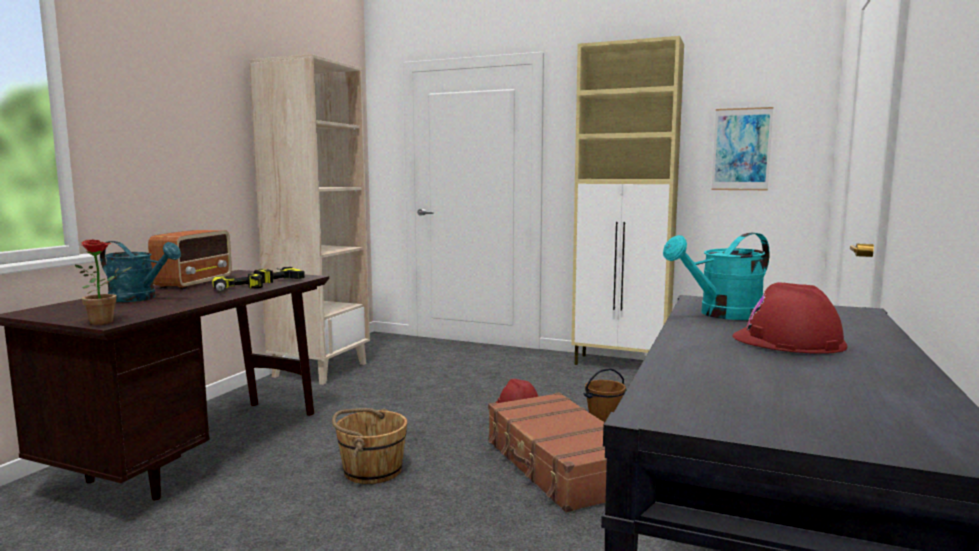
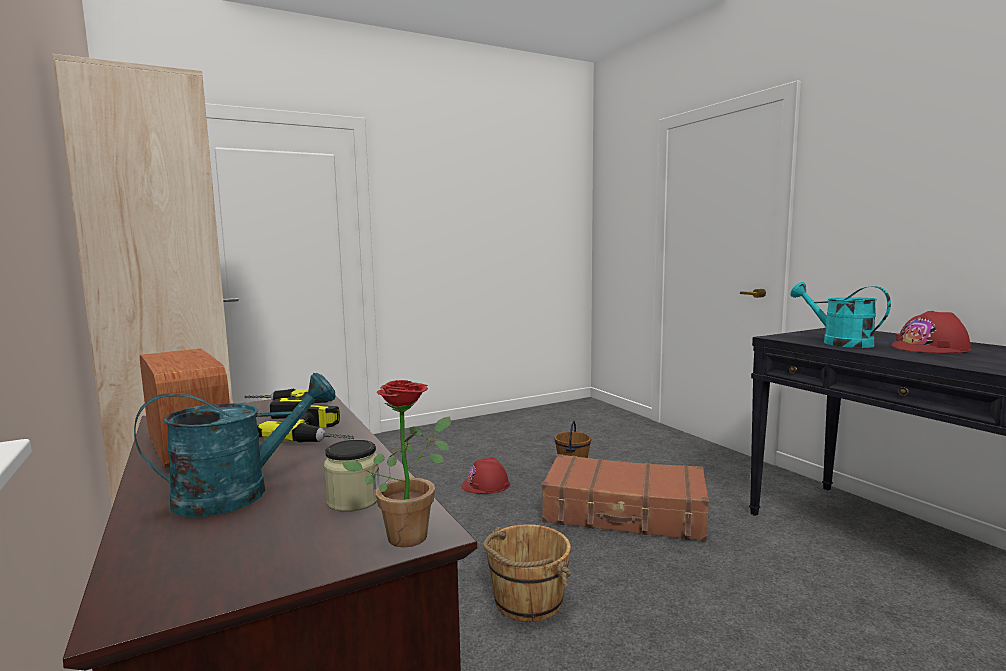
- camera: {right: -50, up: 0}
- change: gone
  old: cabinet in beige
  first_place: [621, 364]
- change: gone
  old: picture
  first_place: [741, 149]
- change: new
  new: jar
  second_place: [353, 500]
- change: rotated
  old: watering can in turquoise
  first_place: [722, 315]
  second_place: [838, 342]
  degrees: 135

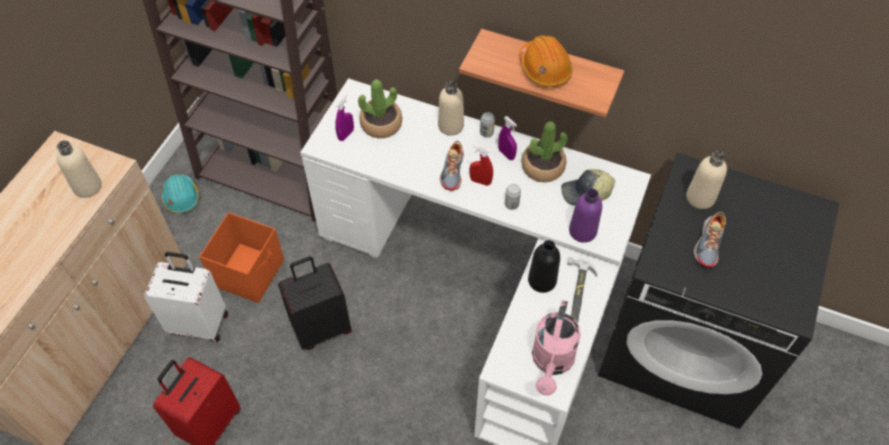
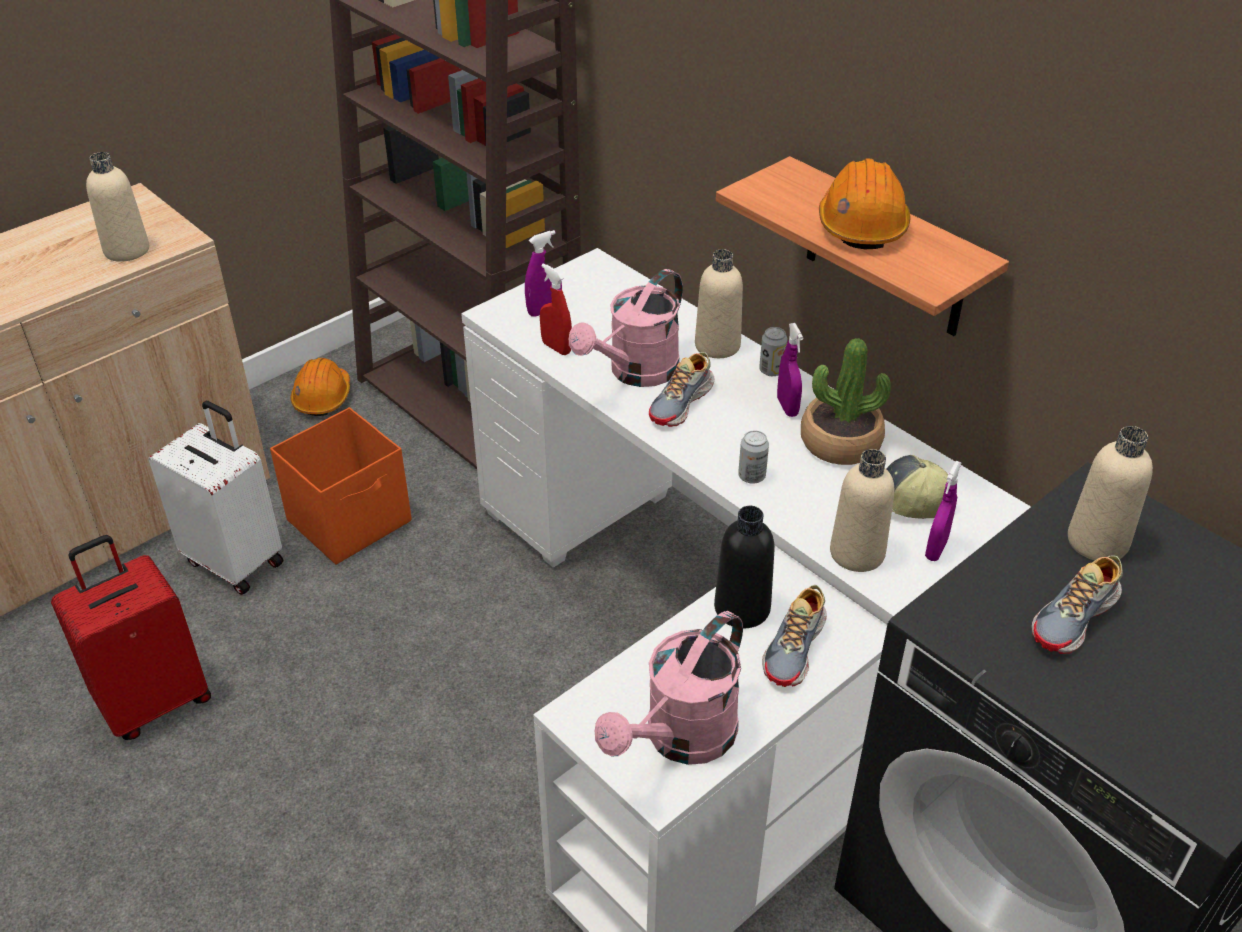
- camera: {right: 25, up: -15}
- change: gone
  old: suitcase in black
  first_place: [321, 327]
- change: gone
  old: potted plant
  first_place: [381, 124]
- change: new
  new: watering can in pink
  second_place: [635, 373]
- change: new
  new: spray bottle in purple
  second_place: [936, 549]
- change: shifted
  old: spray bottle in red
  first_place: [480, 181]
  second_place: [556, 348]
- change: swapped
  old: hammer
  new: shoe
  first_place: [577, 292]
  second_place: [796, 648]
- change: repainted
  old: hard hat in turquoise
  new: hard hat in orange
  first_place: [181, 197]
  second_place: [322, 397]
- change: repainted
  old: bottle in purple
  new: bottle in beige
  first_place: [582, 231]
  second_place: [857, 553]

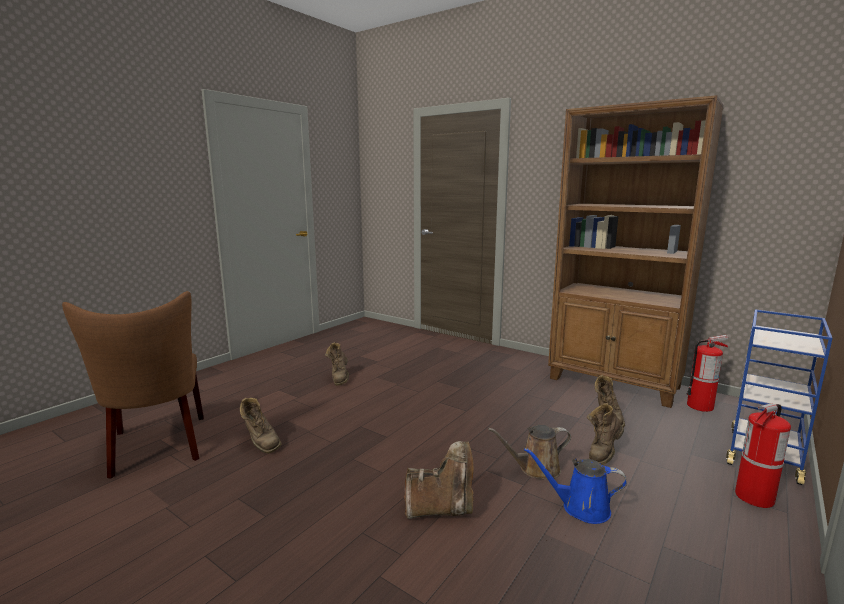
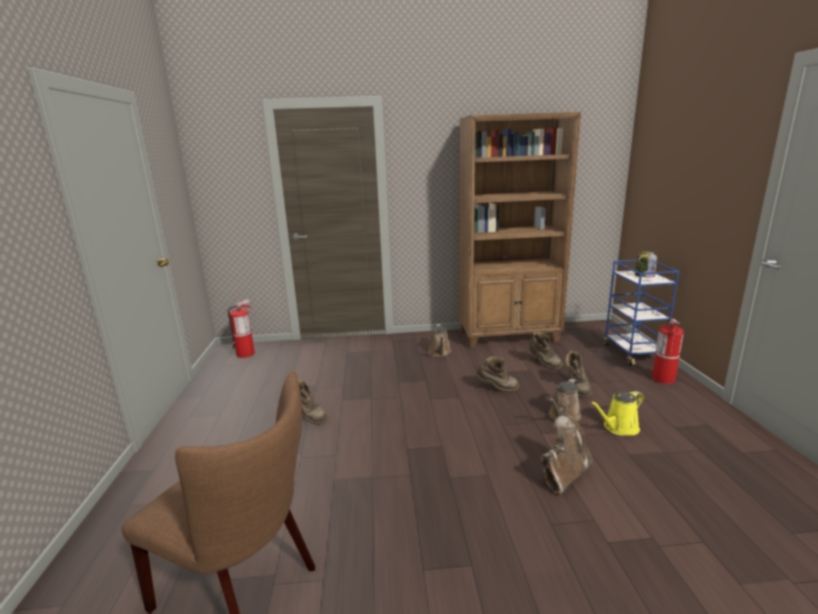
- camera: {right: -40, up: 5}
- change: new
  new: watering can in brown
  second_place: [440, 353]
- change: new
  new: jar
  second_place: [644, 276]
- change: shifted
  old: boot in brown
  first_place: [261, 443]
  second_place: [497, 389]
- change: shifted
  old: fire extinguisher
  first_place: [700, 406]
  second_place: [246, 354]
- change: repainted
  old: watering can in blue
  new: watering can in yellow
  first_place: [580, 508]
  second_place: [618, 428]

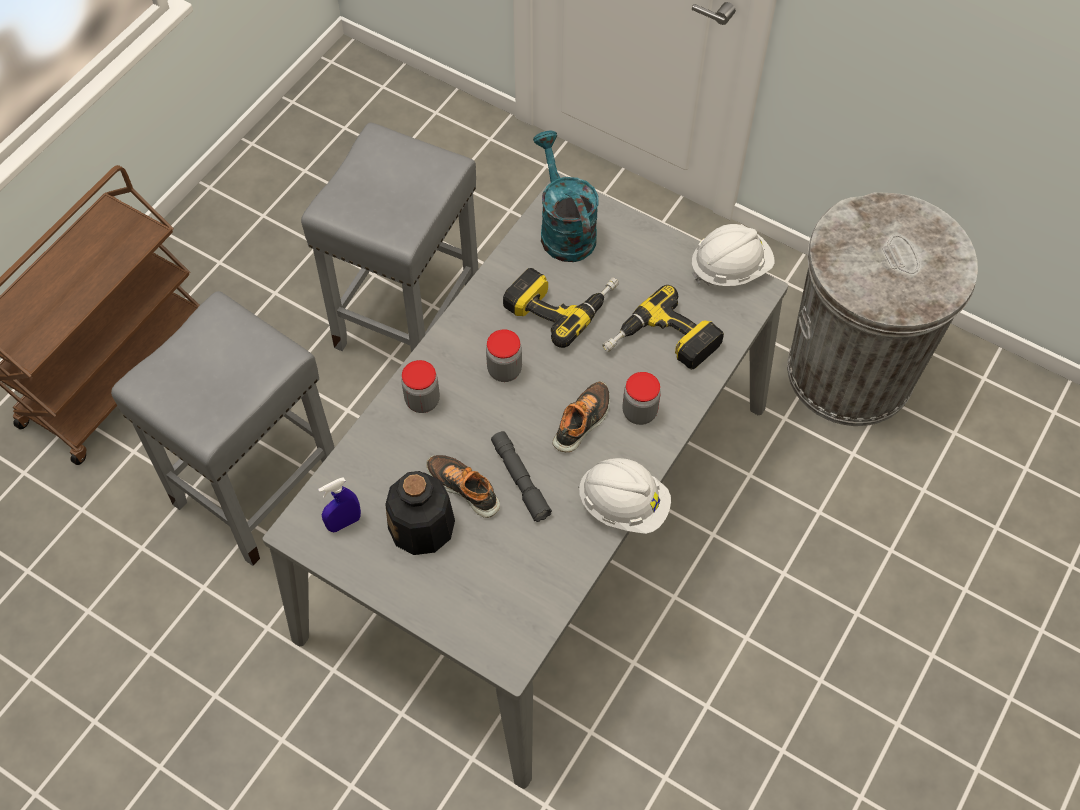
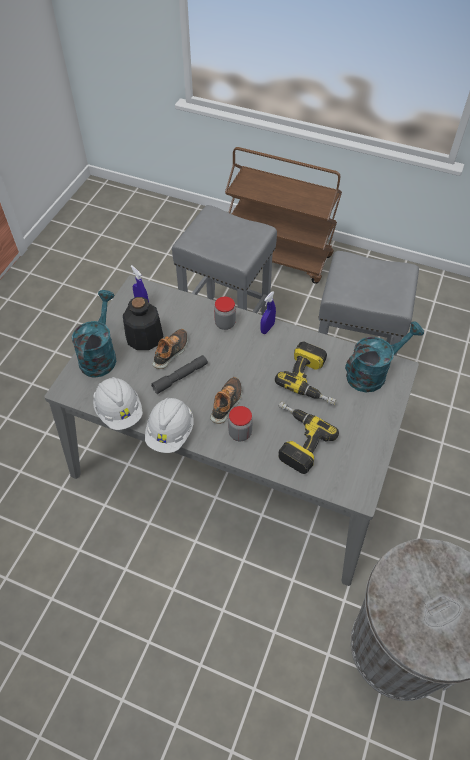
- camera: {right: 80, up: -5}
- change: gone
  old: jar
  first_place: [504, 370]
- change: new
  new: watering can in turquoise
  second_place: [100, 355]
- change: new
  new: spray bottle in blue
  second_place: [267, 328]
- change: shifted
  old: hard hat in white
  first_place: [730, 268]
  second_place: [119, 411]
- change: rotated
  old: shoe
  first_place: [582, 421]
  second_place: [227, 403]
  degrees: -90

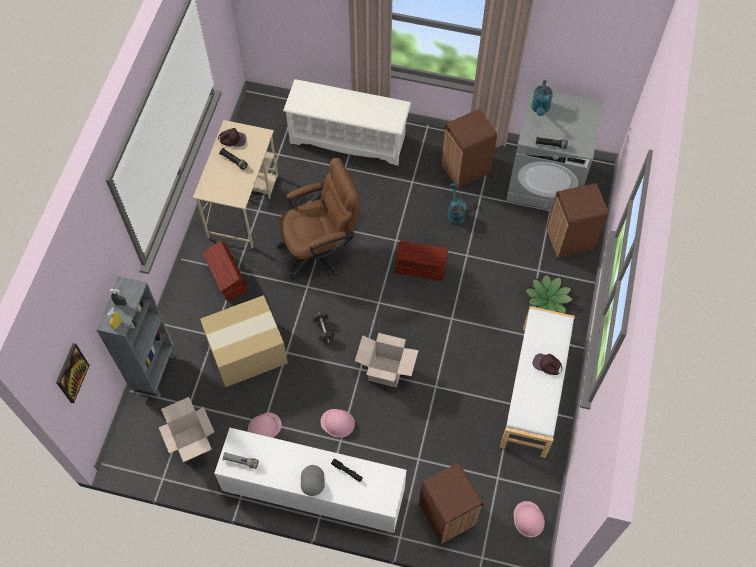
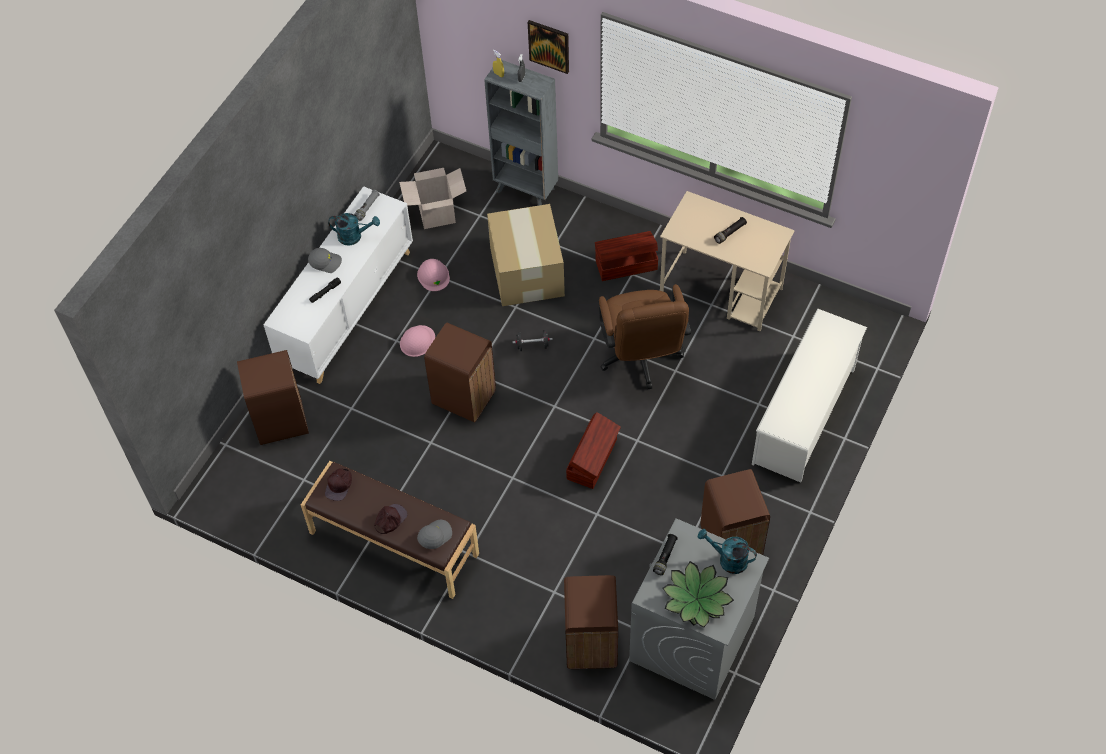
- camera: {right: 105, up: -5}
- change: gone
  old: hard hat in pink
  first_place: [528, 519]
- change: new
  new: cap in grey
  second_place: [434, 535]
- change: shifted
  old: picture
  first_place: [71, 373]
  second_place: [549, 46]
- change: shifted
  old: cap in brown
  first_place: [232, 139]
  second_place: [339, 485]
- change: shifted
  old: watering can in turquoise
  first_place: [455, 213]
  second_place: [354, 236]
- change: shifted
  old: potted plant
  first_place: [548, 299]
  second_place: [696, 599]
- change: swapped
  old: cardboard box
  new: trash can in brown
  first_place: [386, 371]
  second_place: [464, 397]
- change: repainted
  old: bench in white
  new: bench in brown
  first_place: [534, 390]
  second_place: [393, 544]

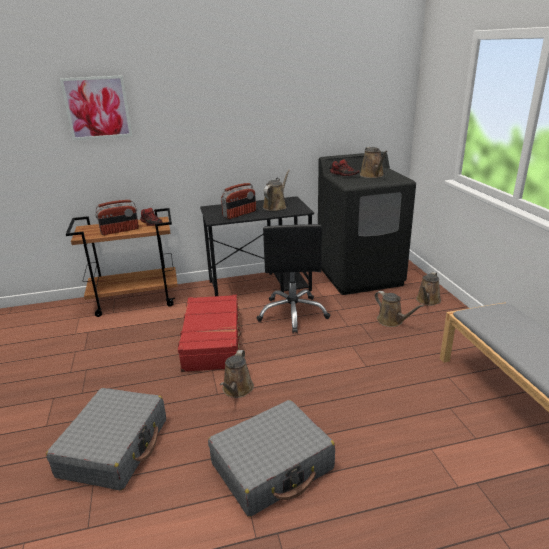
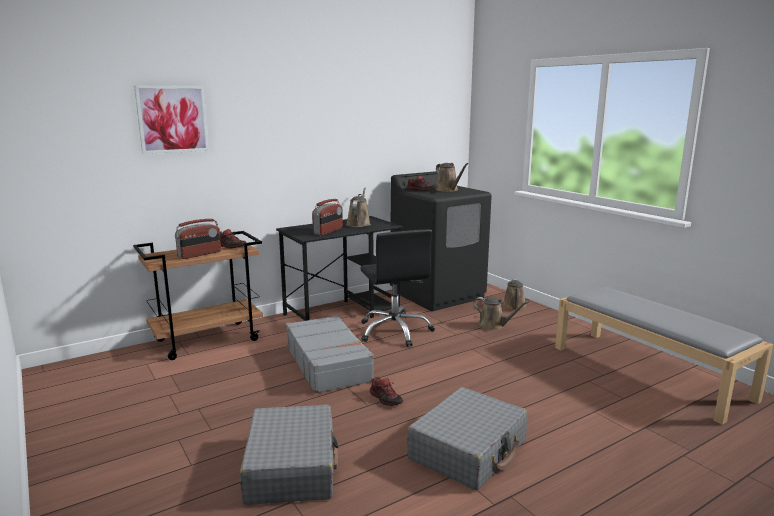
- camera: {right: -20, up: -10}
- change: swapped
  old: watering can in brown
  new: shoe
  first_place: [237, 390]
  second_place: [386, 399]
- change: repainted
  old: suitcase in red
  new: suitcase in grey
  first_place: [213, 341]
  second_place: [328, 363]

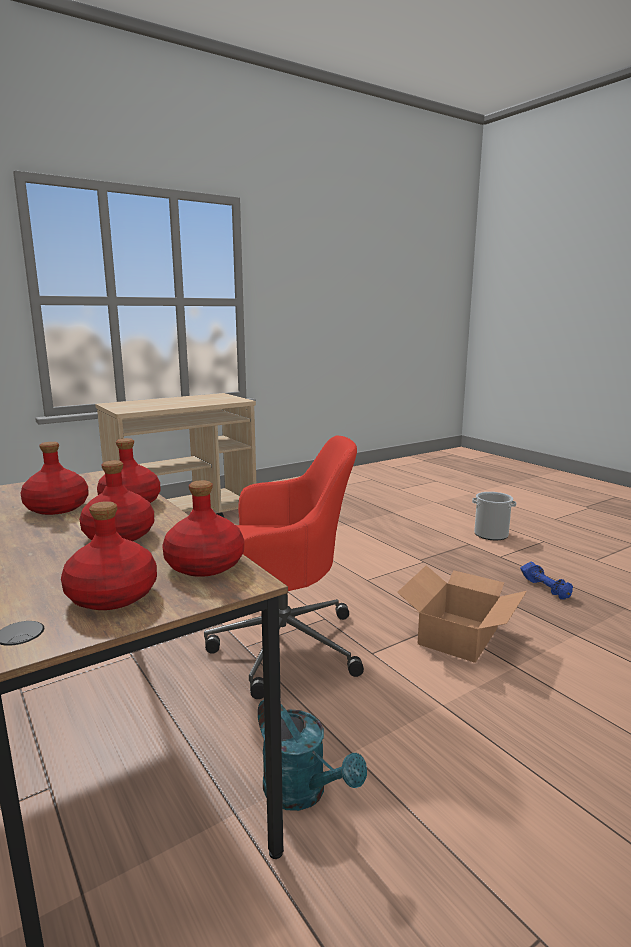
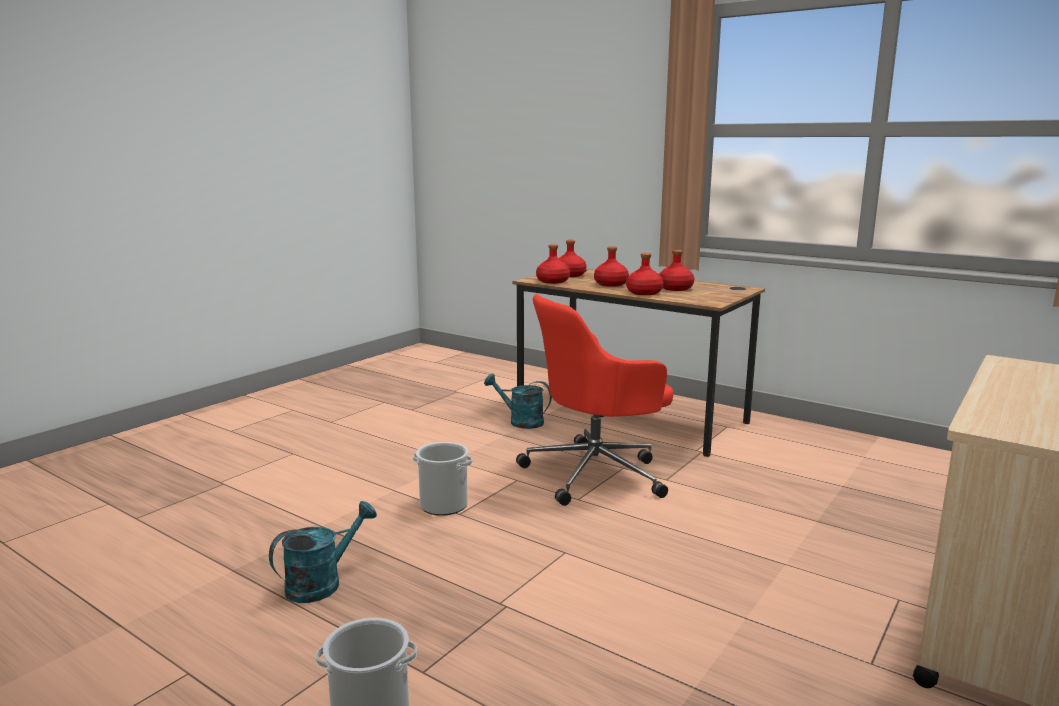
- camera: {right: 160, up: 0}
- change: swapped
  old: cardboard box
  new: bucket
  first_place: [457, 636]
  second_place: [444, 505]
- change: swapped
  old: dumbbell in blue
  new: watering can in turquoise
  first_place: [546, 589]
  second_place: [322, 583]

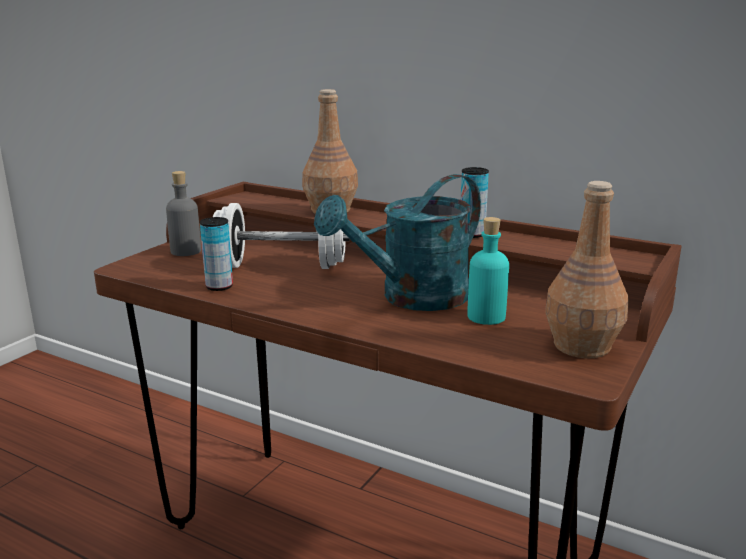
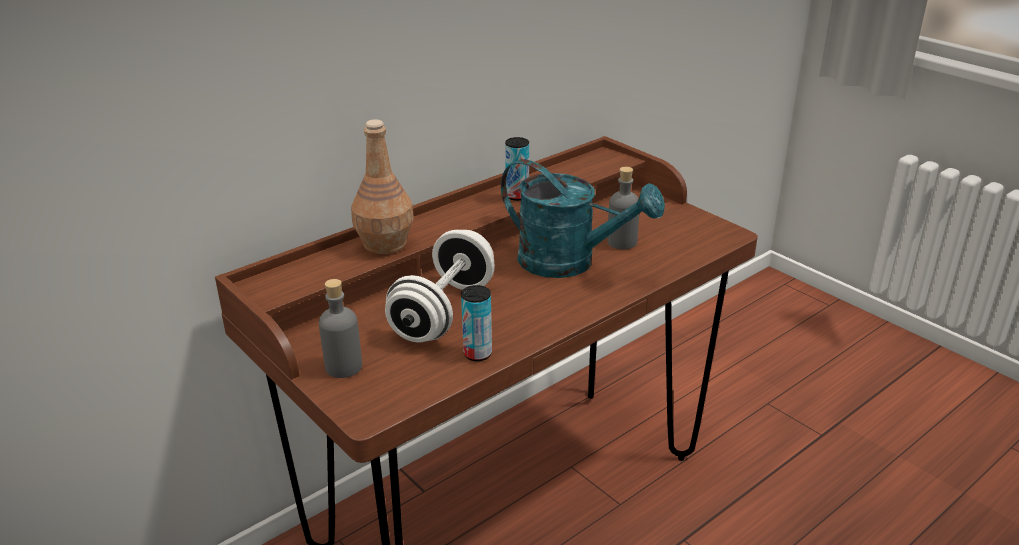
- camera: {right: -70, up: 10}
- change: gone
  old: bottle in brown
  first_place: [581, 346]
- change: repainted
  old: bottle in turquoise
  new: bottle in grey
  first_place: [486, 317]
  second_place: [622, 242]
- change: rotated
  old: watering can in turquoise
  first_place: [412, 299]
  second_place: [570, 262]
  degrees: -45

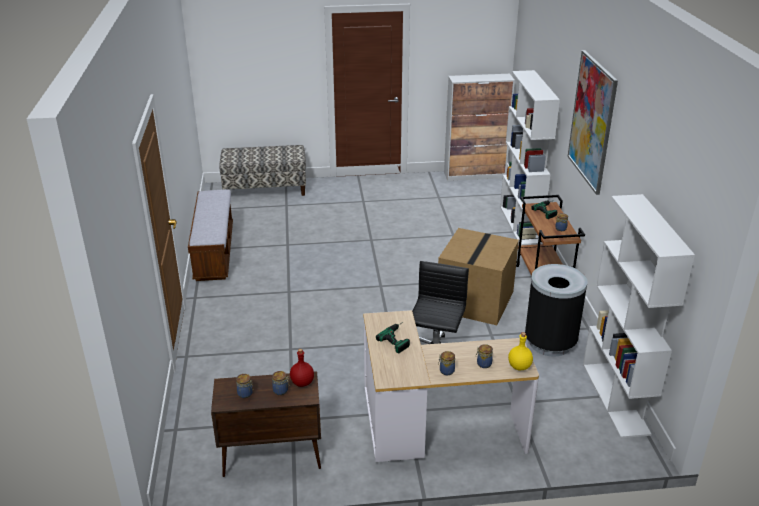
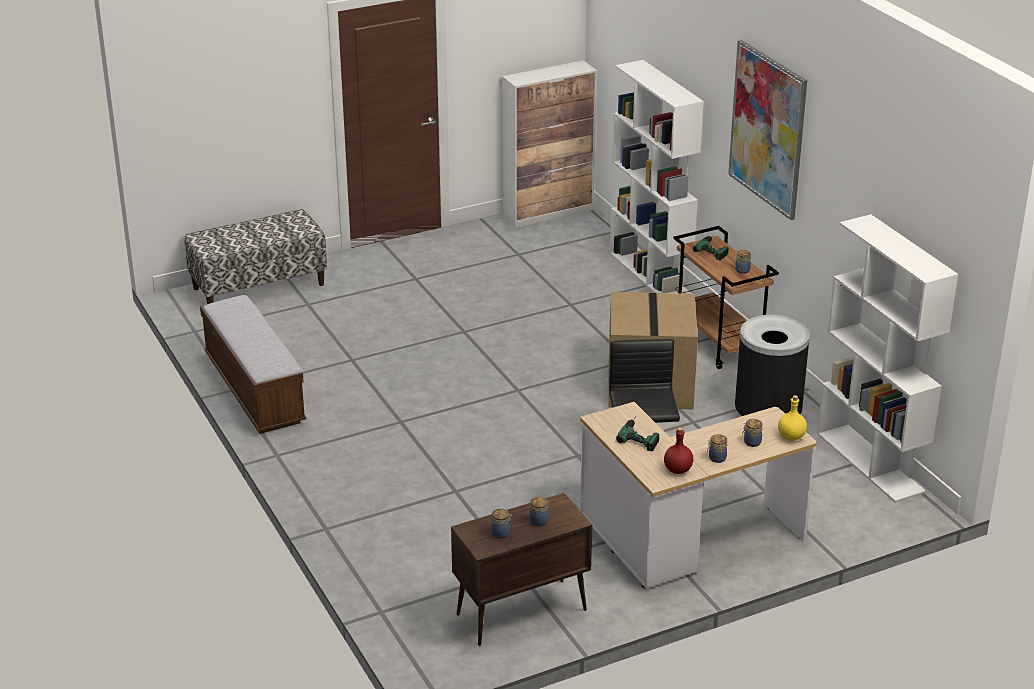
- camera: {right: -20, up: 0}
- change: shifted
  old: bottle in red
  first_place: [302, 382]
  second_place: [677, 470]

